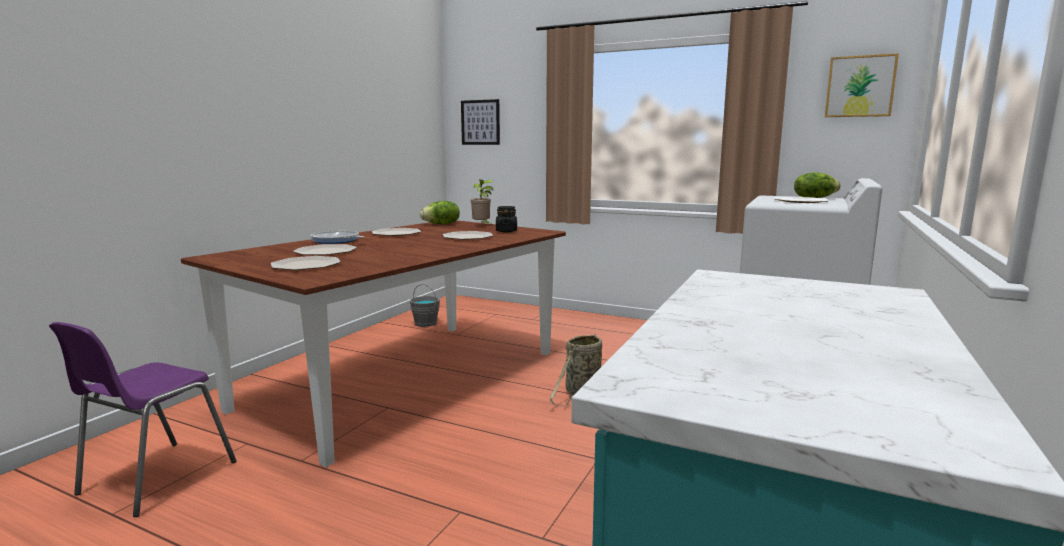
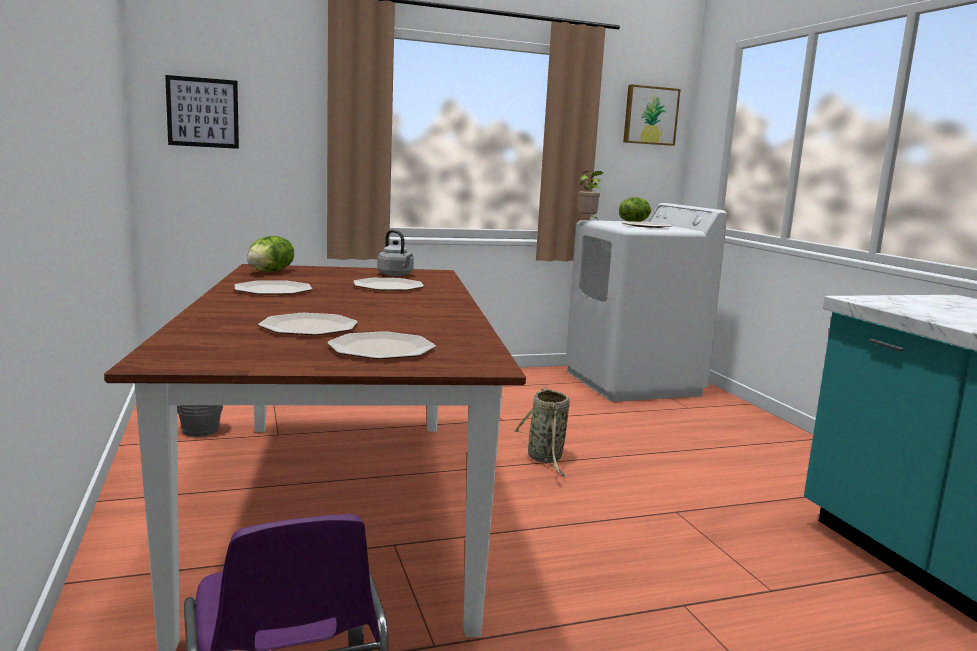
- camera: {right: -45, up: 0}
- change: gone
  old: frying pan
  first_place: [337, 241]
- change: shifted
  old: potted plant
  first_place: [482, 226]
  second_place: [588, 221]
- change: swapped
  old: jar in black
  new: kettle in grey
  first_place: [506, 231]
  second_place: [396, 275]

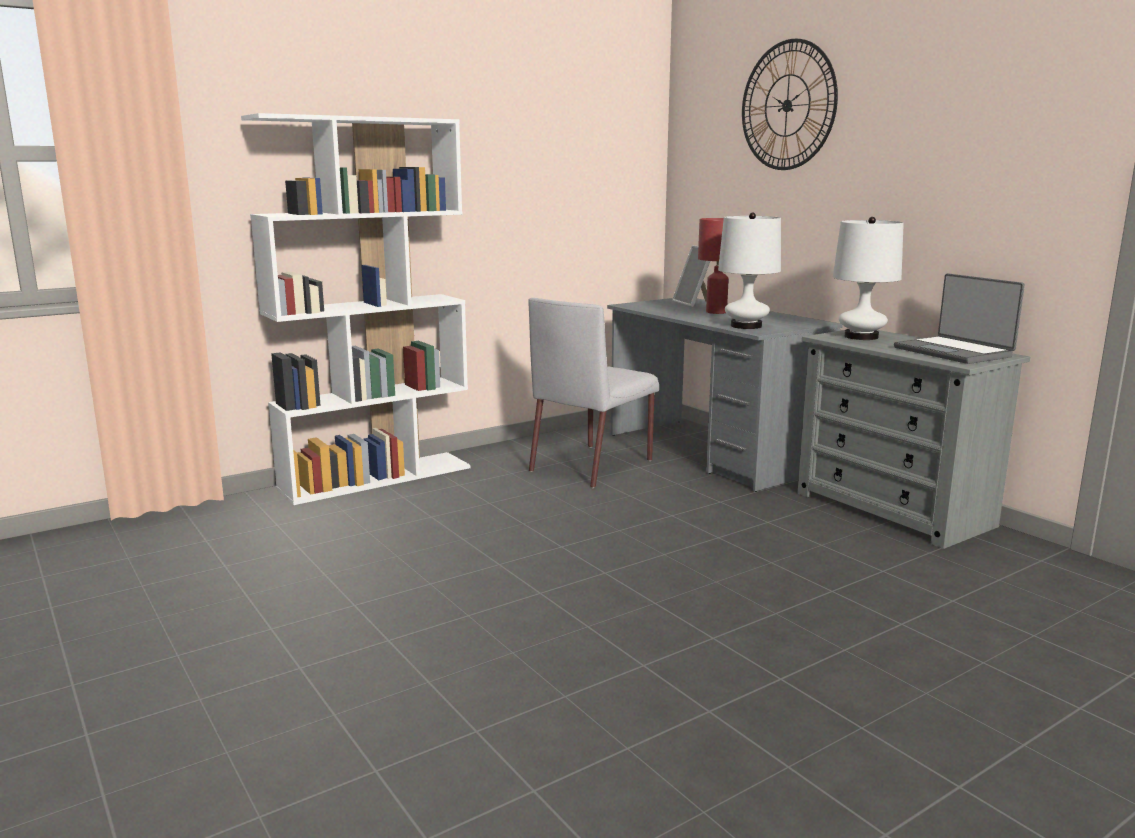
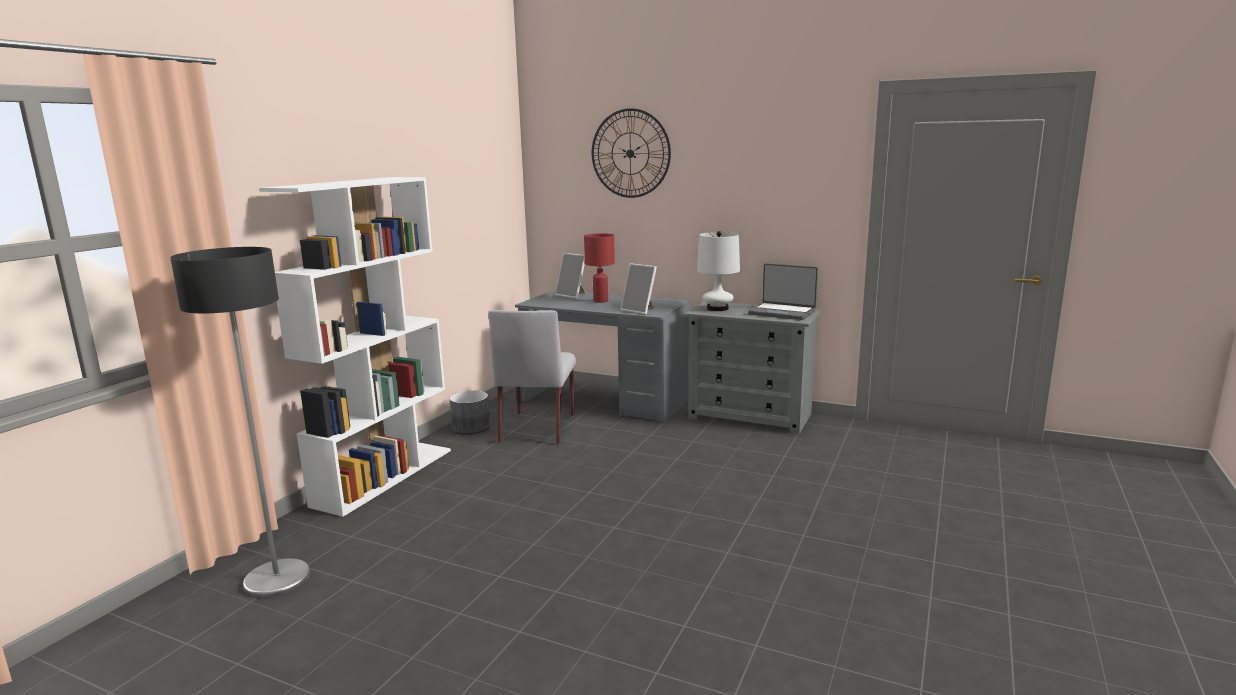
- camera: {right: -30, up: 0}
- change: new
  new: floor lamp
  second_place: [277, 579]
- change: new
  new: planter in grey
  second_place: [471, 427]
- change: swapped
  old: table lamp in white
  new: picture frame
  first_place: [746, 326]
  second_place: [640, 310]

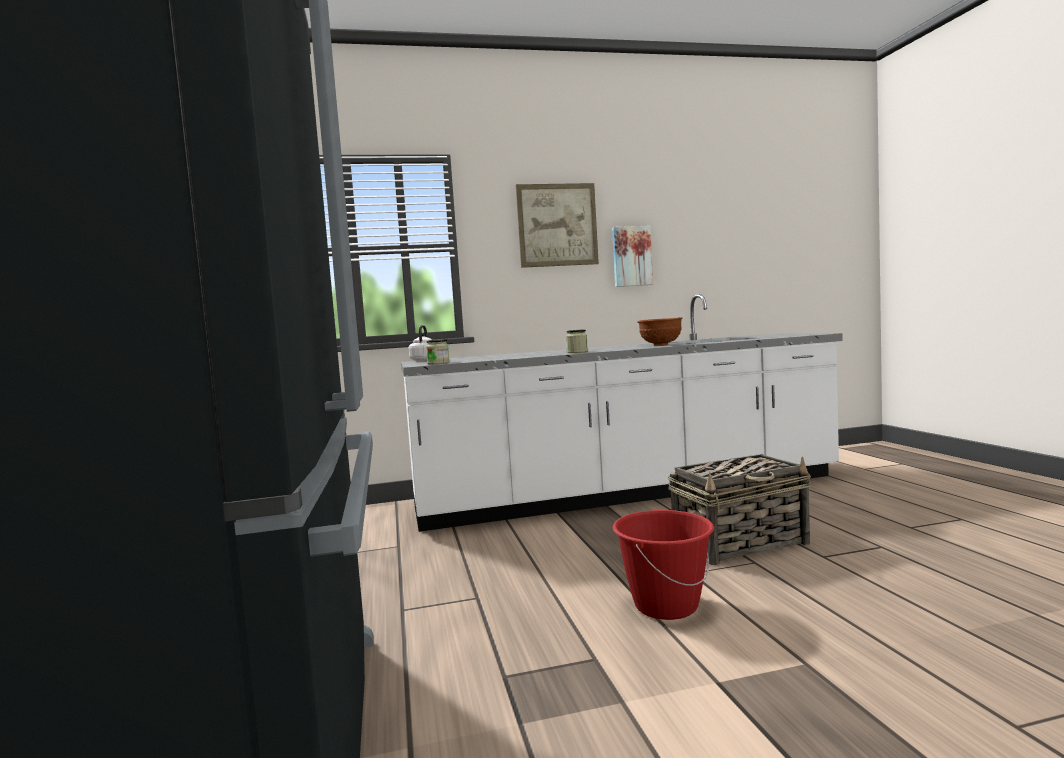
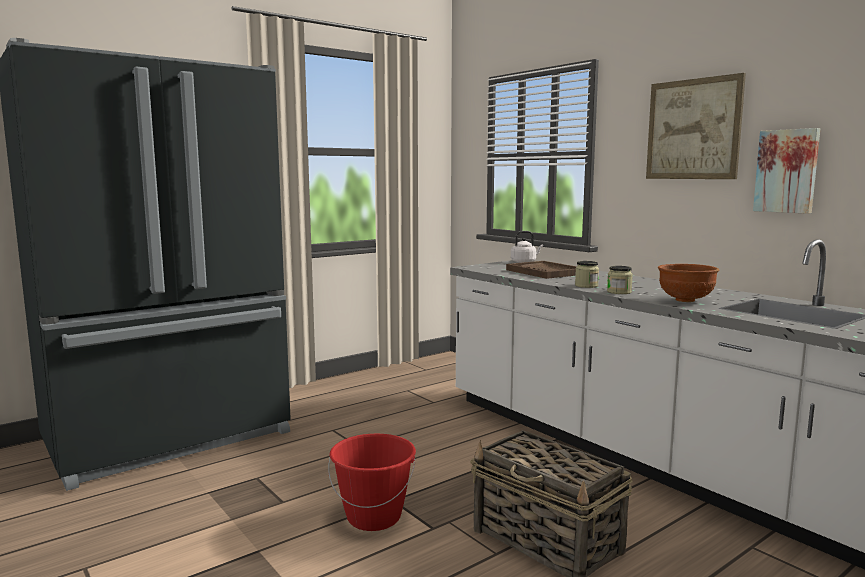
- camera: {right: 65, up: 5}
- change: new
  new: tray in brown
  second_place: [545, 272]
- change: shifted
  old: jar
  first_place: [438, 363]
  second_place: [619, 292]

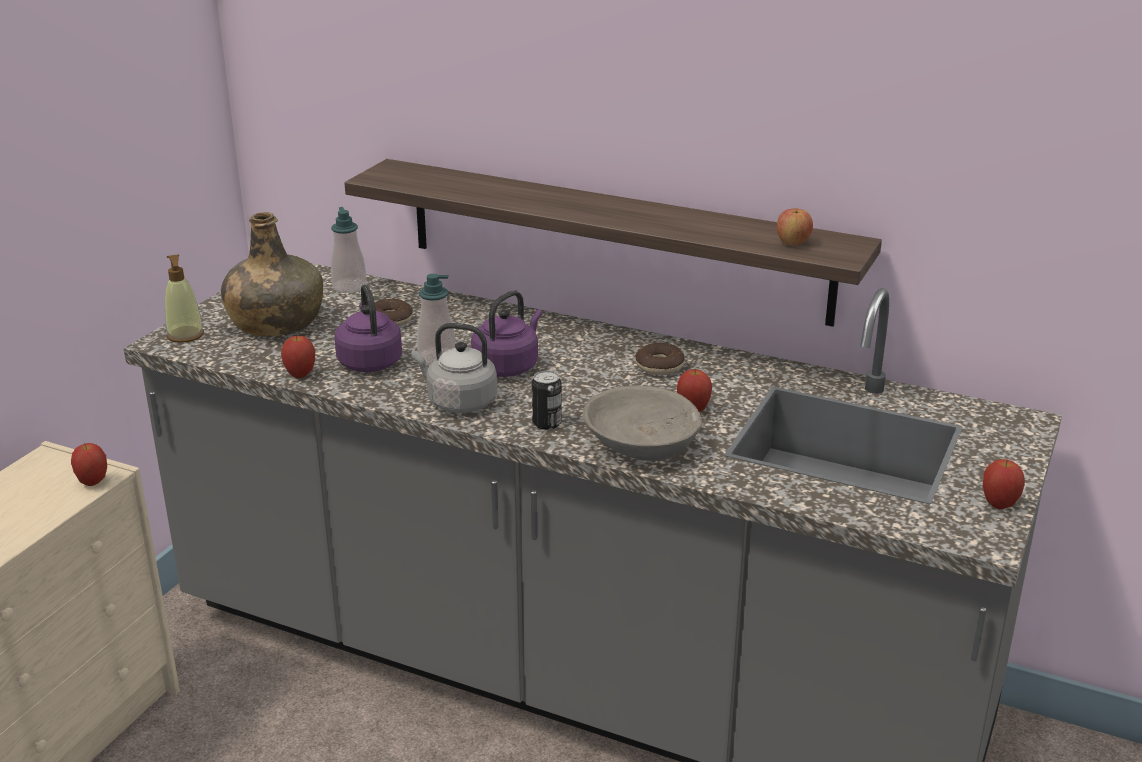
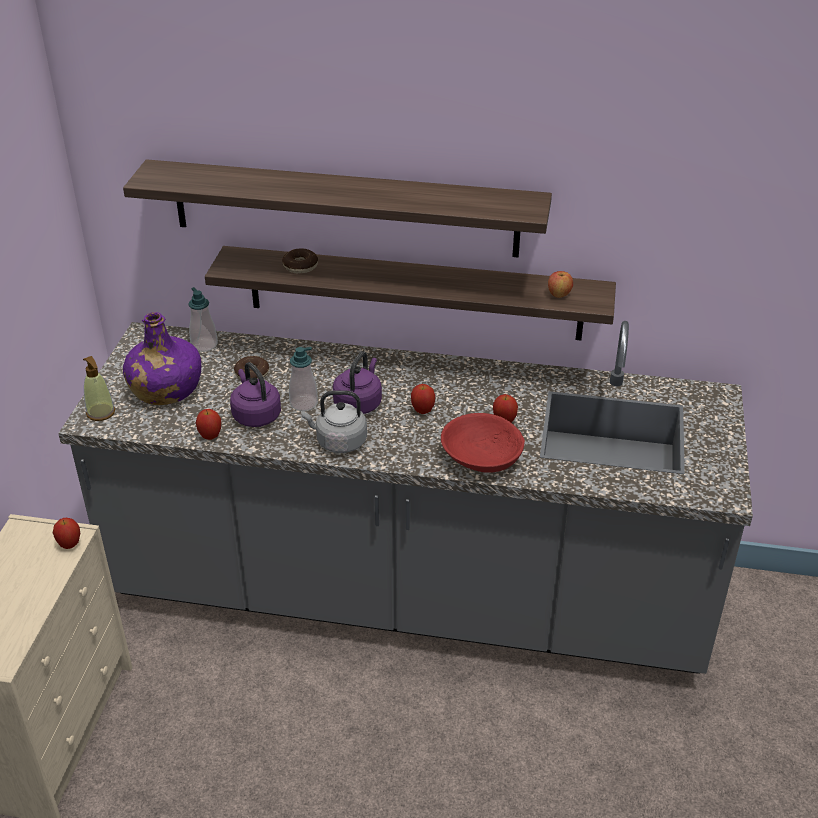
- camera: {right: -15, up: 10}
- change: gone
  old: can
  first_place: [546, 423]
- change: new
  new: shelf
  second_place: [344, 208]
- change: shifted
  old: donut
  first_place: [659, 366]
  second_place: [300, 266]
- change: shifted
  old: apple
  first_place: [999, 505]
  second_place: [422, 411]
- change: repainted
  old: bottle in green
  new: bottle in purple
  first_place: [275, 323]
  second_place: [165, 390]
- change: repainted
  old: bowl in grey
  new: bowl in red
  first_place: [641, 444]
  second_place: [481, 457]

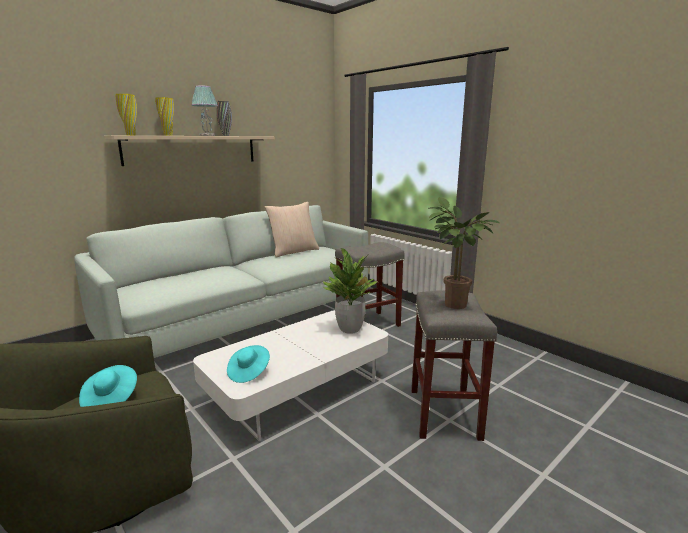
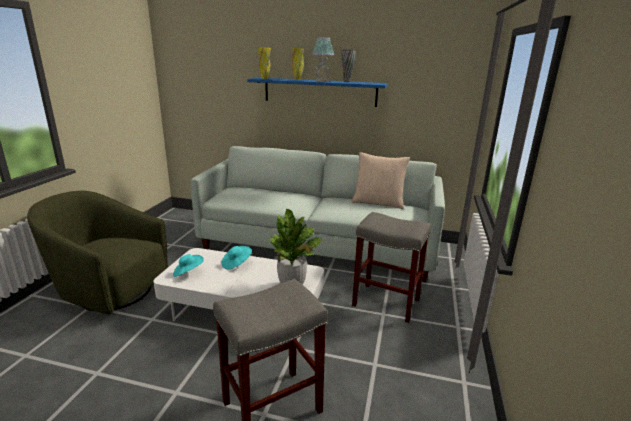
- camera: {right: 55, up: 5}
- change: gone
  old: potted plant
  first_place: [451, 305]
- change: shifted
  old: hat in turquoise
  first_place: [110, 399]
  second_place: [236, 263]
- change: repainted
  old: shelf in beige
  new: shelf in blue
  first_place: [192, 149]
  second_place: [320, 92]

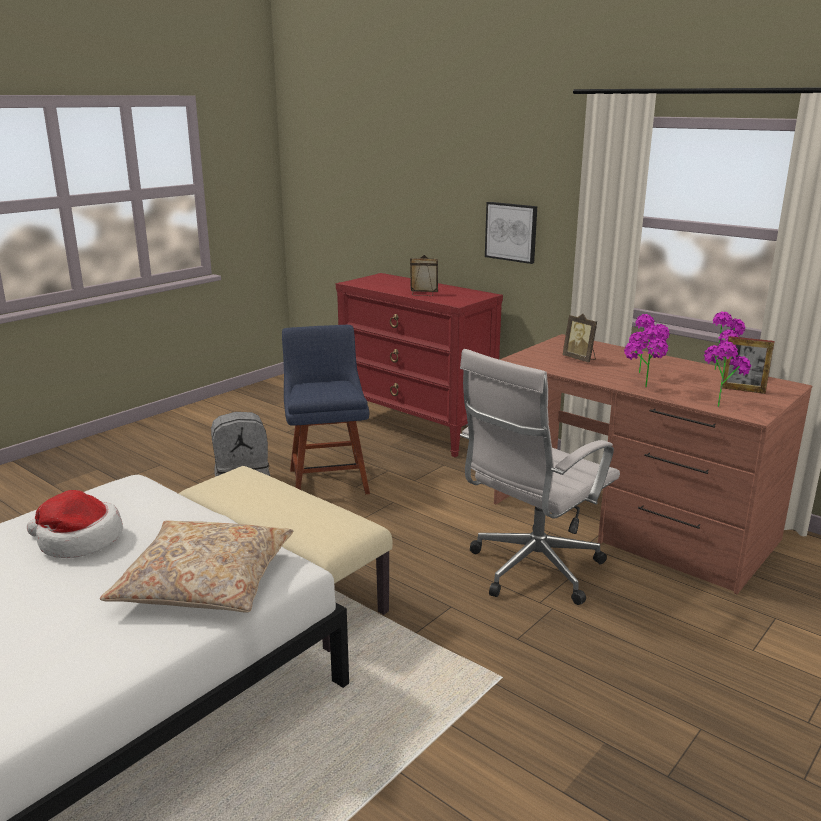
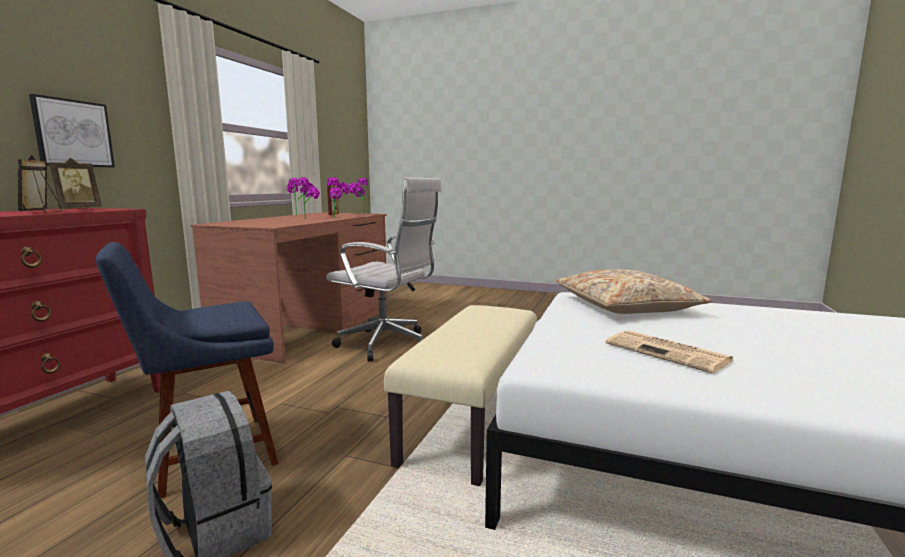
- camera: {right: -110, up: -10}
- change: shifted
  old: picture frame
  first_place: [580, 359]
  second_place: [78, 209]
- change: swapped
  old: hat
  new: newspaper
  first_place: [78, 540]
  second_place: [669, 352]

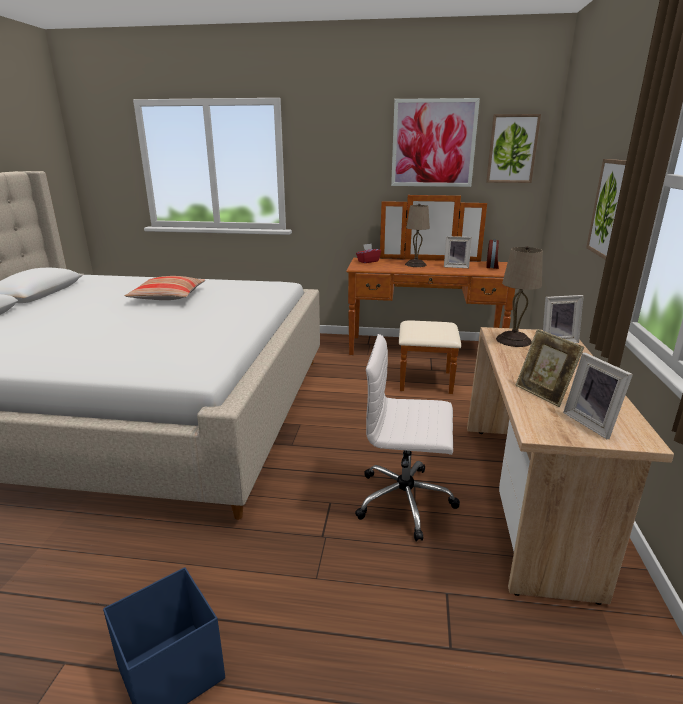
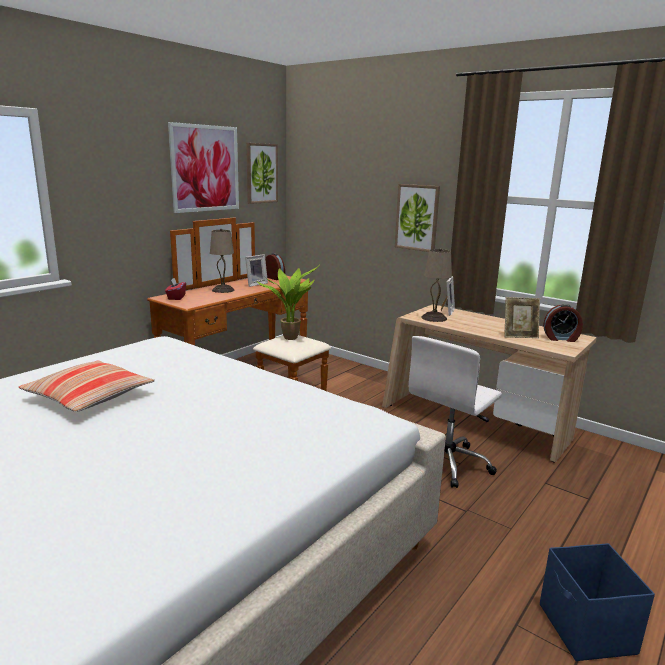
- camera: {right: -60, up: -5}
- change: new
  new: potted plant
  second_place: [291, 337]
- change: swapped
  old: picture frame
  new: alarm clock
  first_place: [592, 423]
  second_place: [560, 338]

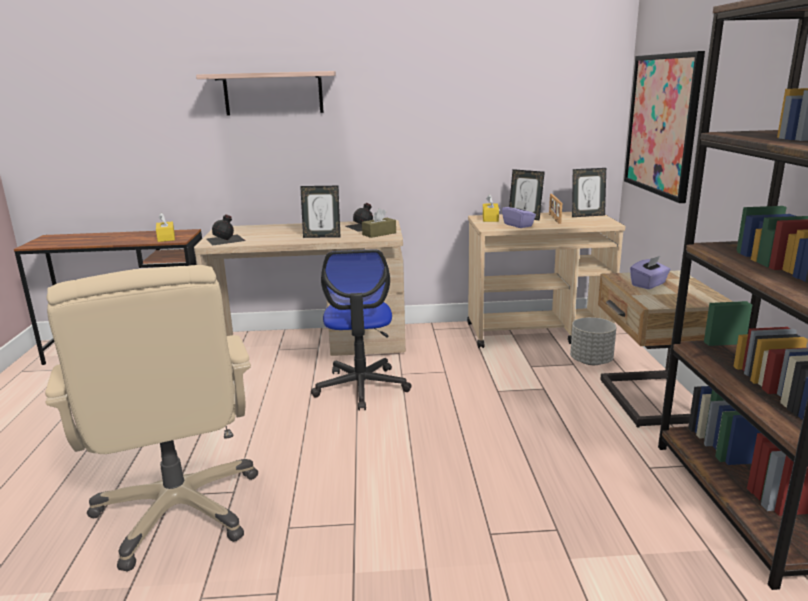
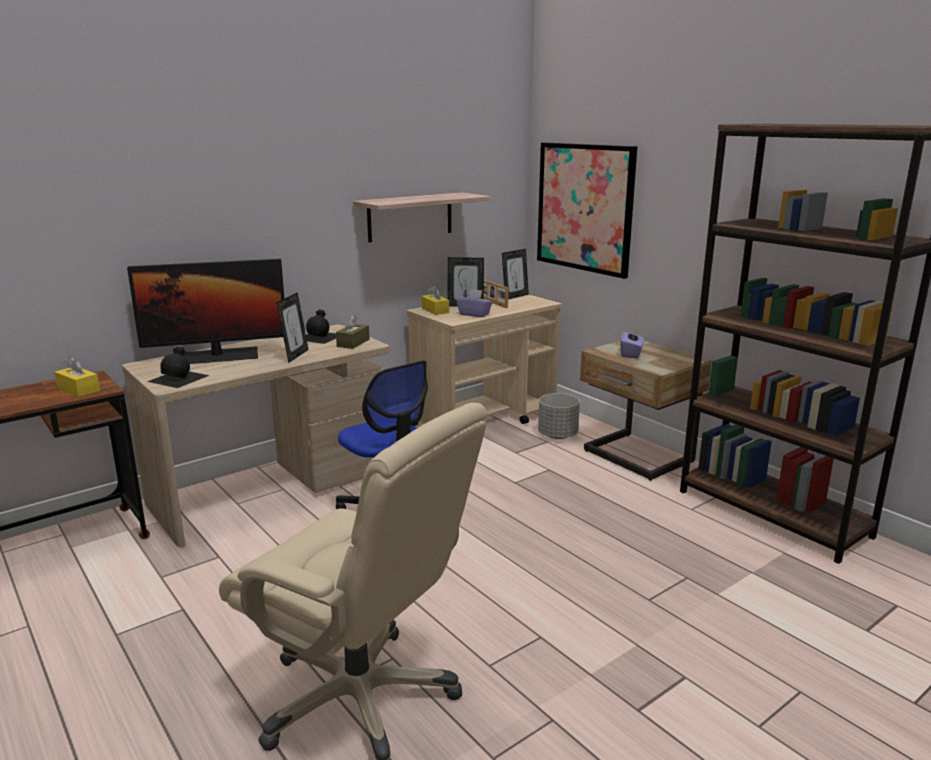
- camera: {right: -35, up: 0}
- change: new
  new: monitor
  second_place: [217, 356]
- change: shifted
  old: shelf
  first_place: [273, 93]
  second_place: [410, 216]
- change: rotated
  old: picture frame
  first_place: [322, 236]
  second_place: [295, 356]
  degrees: -45

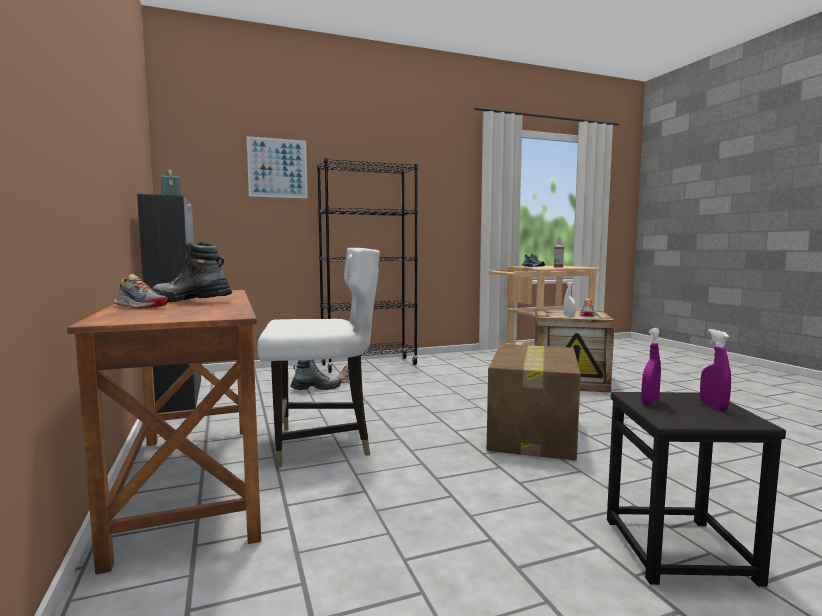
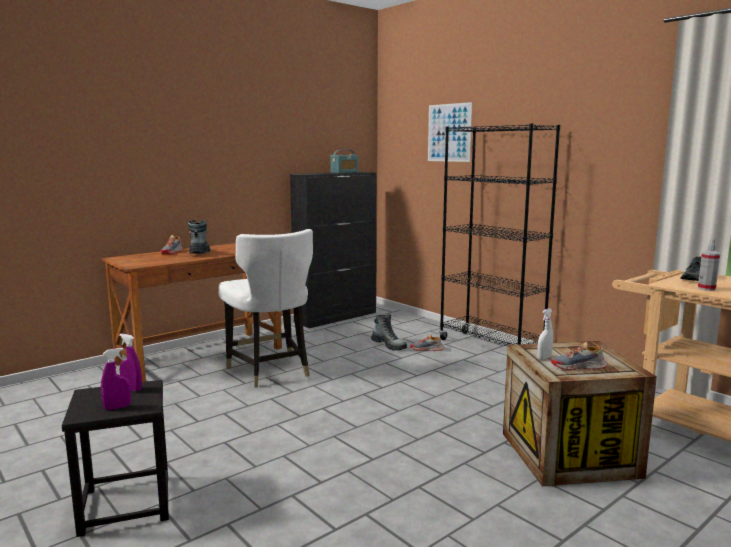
- camera: {right: 70, up: 5}
- change: gone
  old: cardboard box
  first_place: [532, 432]

